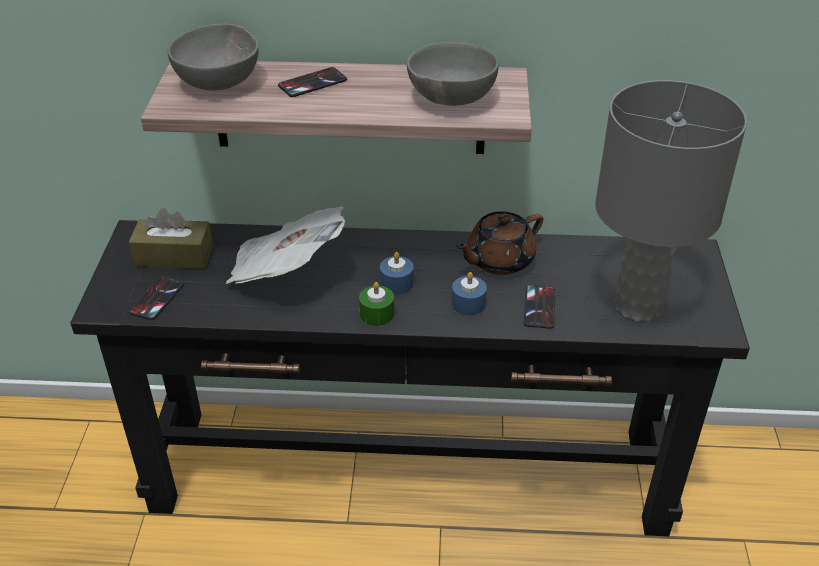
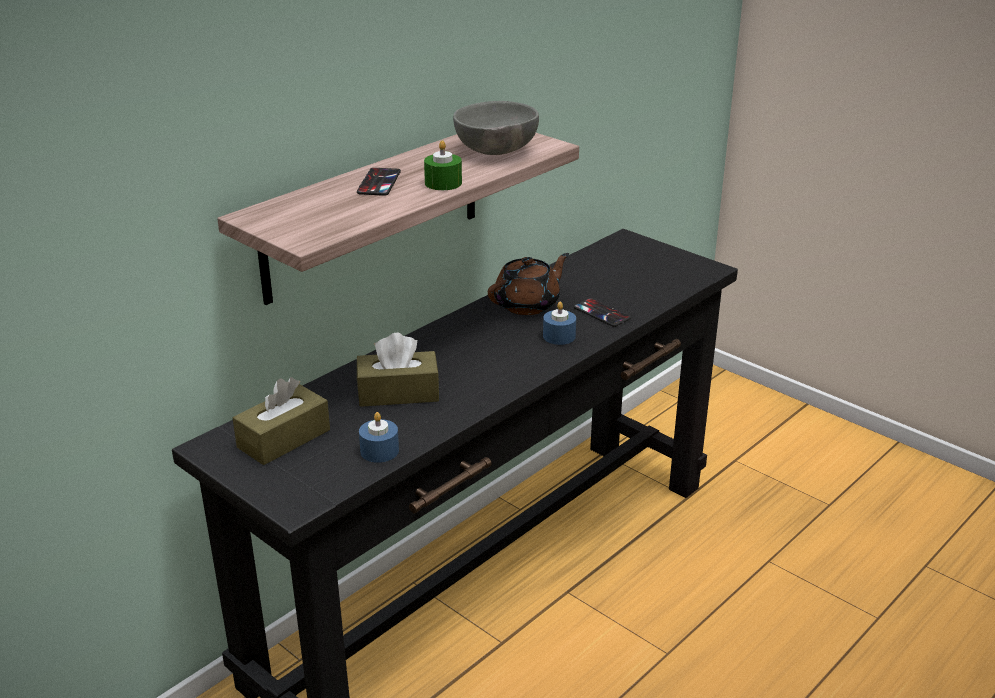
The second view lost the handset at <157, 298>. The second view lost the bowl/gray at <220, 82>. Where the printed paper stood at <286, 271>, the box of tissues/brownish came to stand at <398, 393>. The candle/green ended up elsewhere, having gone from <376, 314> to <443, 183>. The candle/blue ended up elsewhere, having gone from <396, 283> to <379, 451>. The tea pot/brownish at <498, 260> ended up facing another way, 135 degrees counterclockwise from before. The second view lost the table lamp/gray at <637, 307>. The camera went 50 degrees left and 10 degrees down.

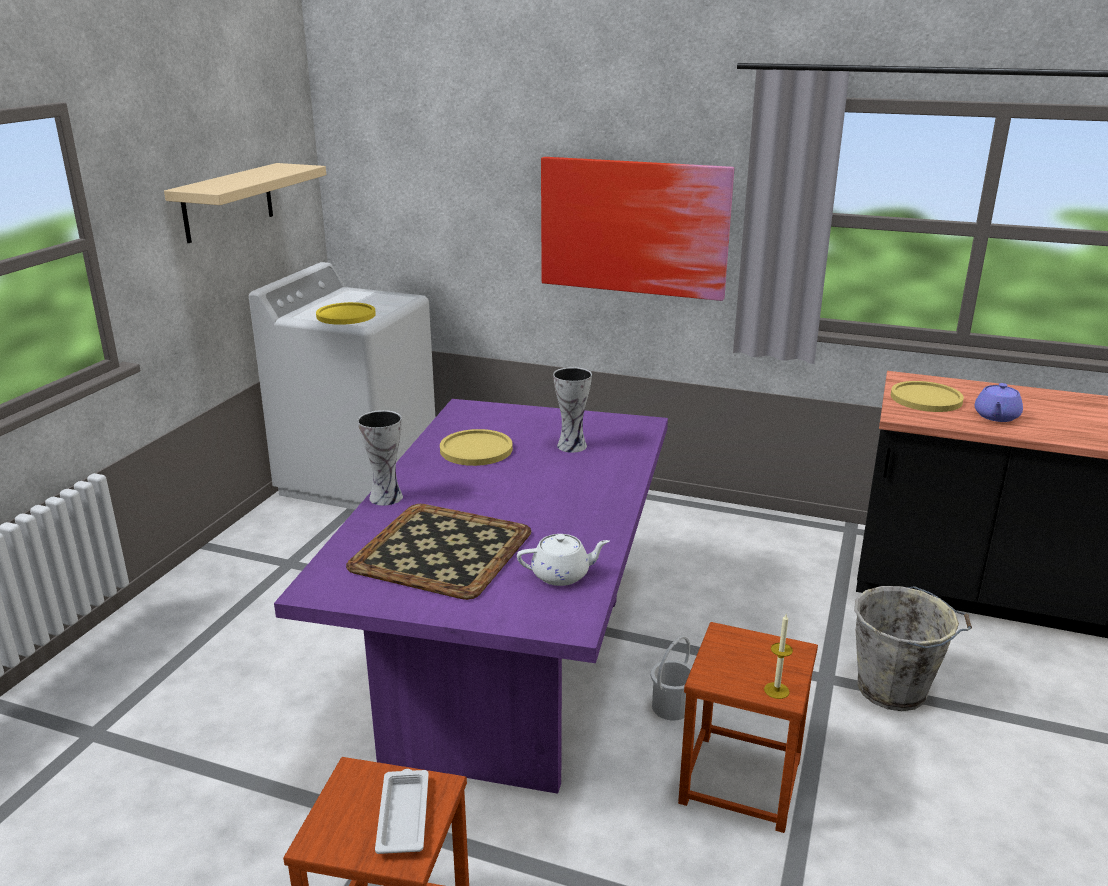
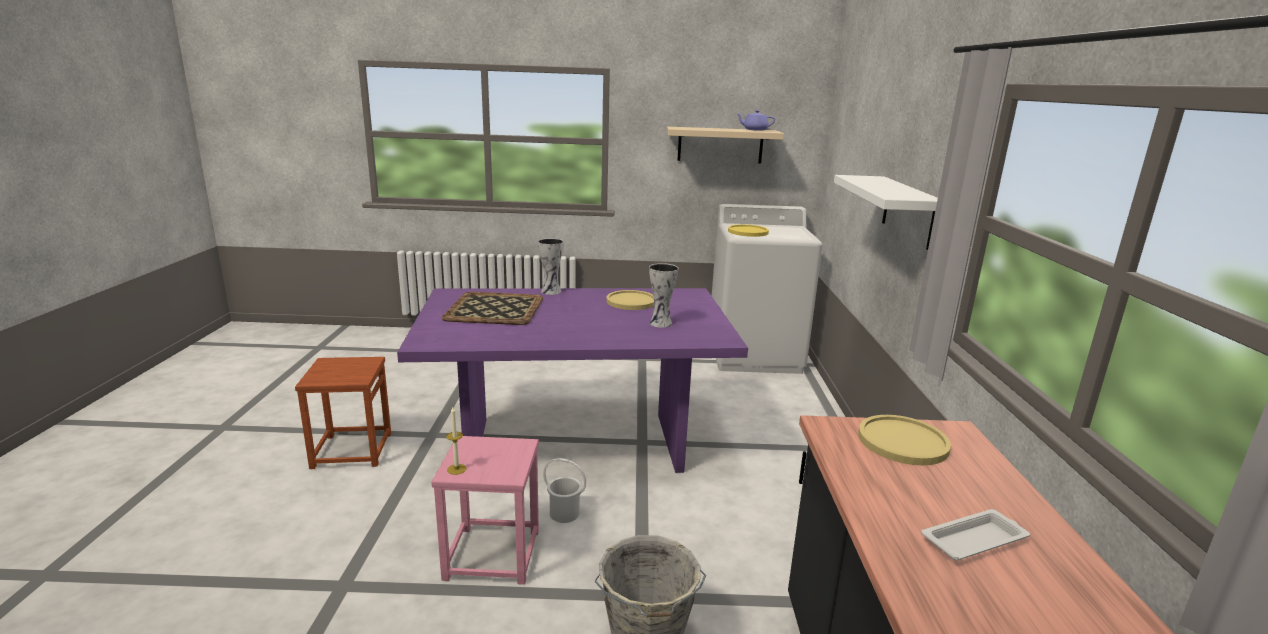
The tray/whitish ended up elsewhere, having gone from <403, 815> to <975, 540>. The second view lost the tea pot/whitish at <562, 575>. Where the picture hung at <634, 227>, the bracket shelf/whitish came to hang at <908, 211>. What was the stool seat/brownish at <741, 781> turned into the stool seat/pink-coloured at <492, 555>. The tea pot/purple ended up elsewhere, having gone from <996, 417> to <754, 130>. The camera went 70 degrees right and 5 degrees down.

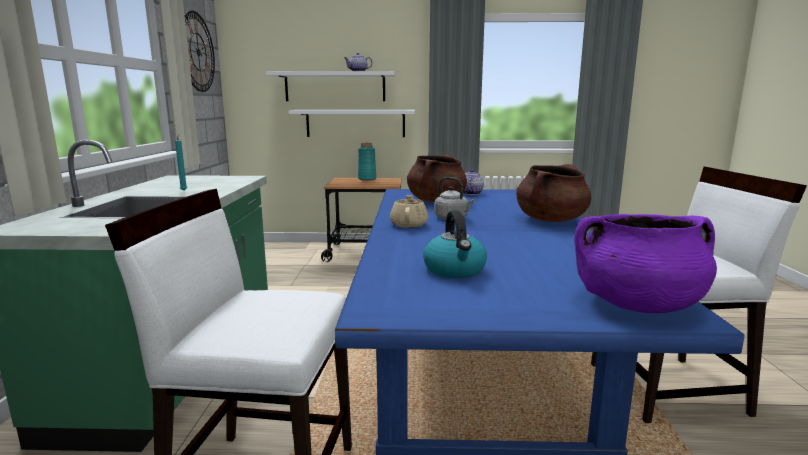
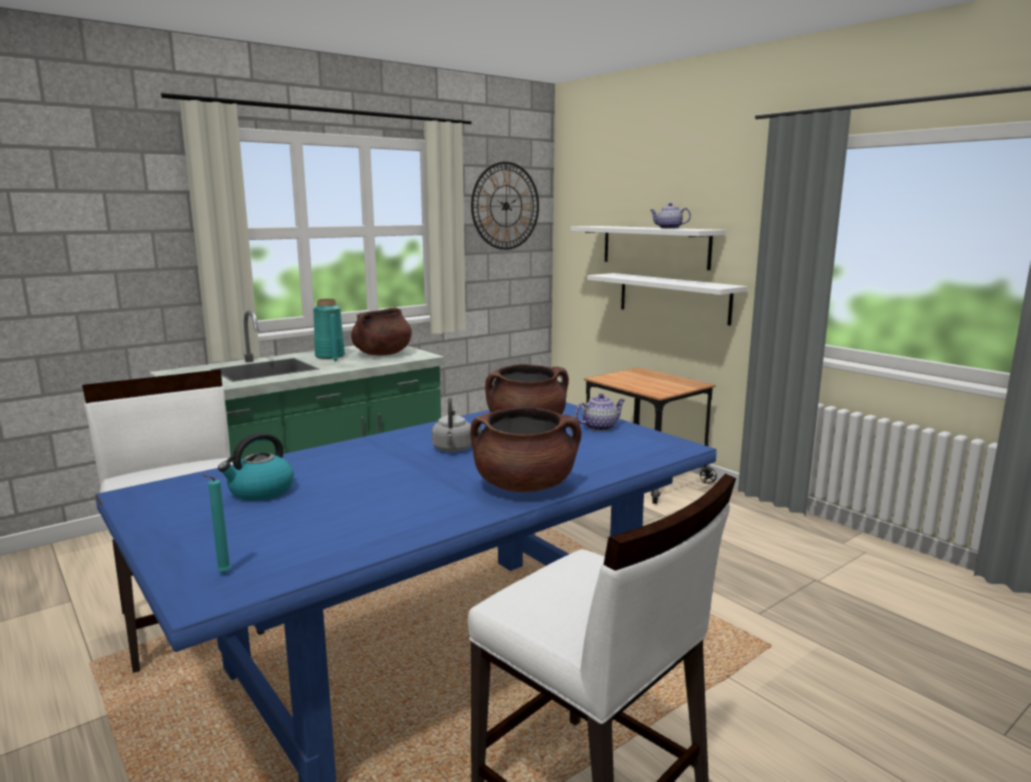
The vase/turquoise-coloured ended up elsewhere, having gone from <367, 179> to <330, 356>. The second view lost the tea pot/beige at <409, 224>. Where the stockpot/purple stood at <636, 304>, the candle/turquoise-coloured came to stand at <222, 574>. The second view gained the stockpot/brownish at <382, 354>. The camera went 50 degrees right and 0 degrees up.

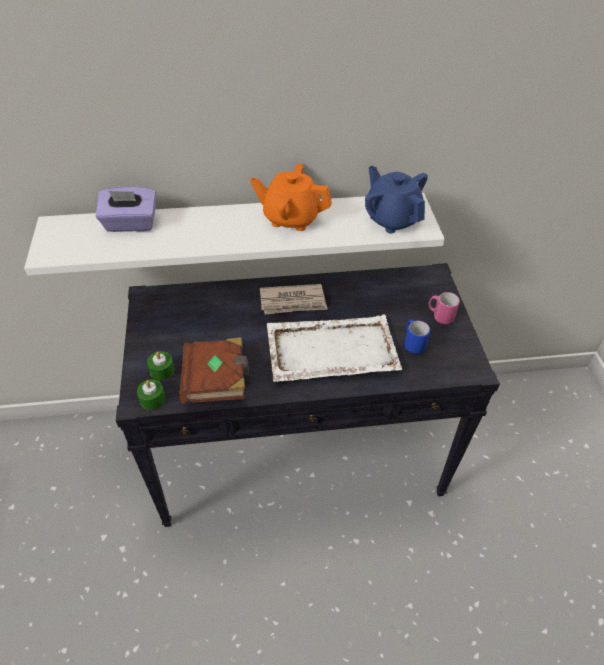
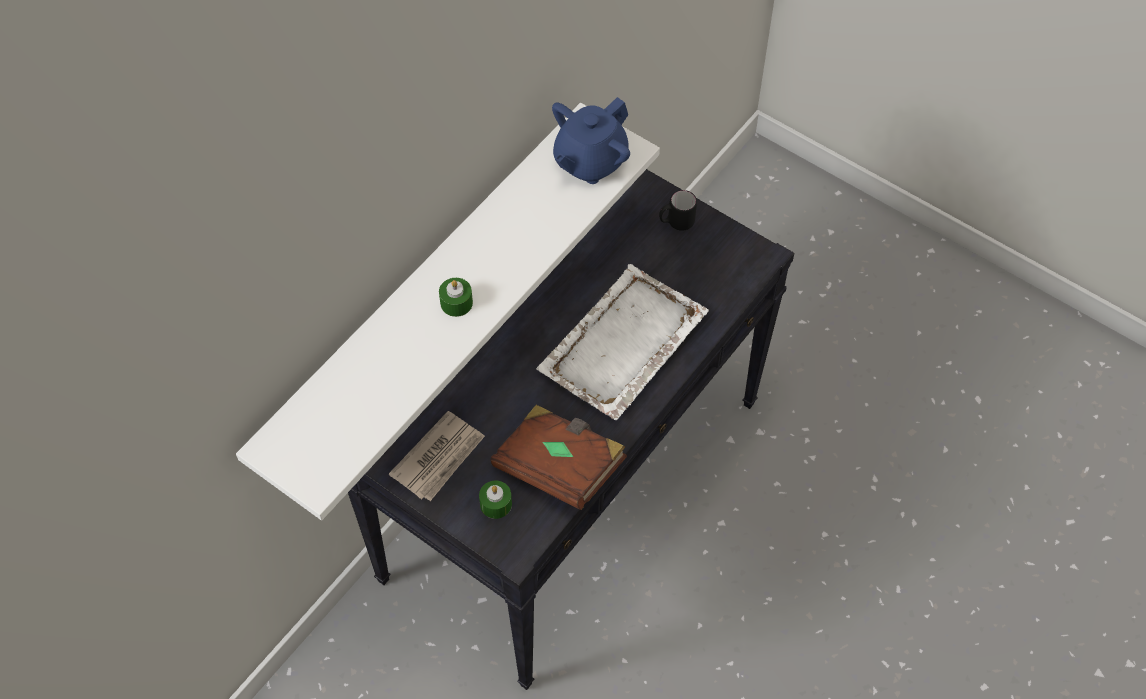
The second view lost the box of tissues/purple at <131, 224>. The candle/green ended up elsewhere, having gone from <152, 399> to <456, 303>. The second view lost the tea pot/orange-coloured at <291, 218>. The printed paper ended up elsewhere, having gone from <293, 302> to <439, 458>. The tea pot/blue at <392, 219> ended up facing another way, 60 degrees counterclockwise from before. The second view lost the coffee mug/blue at <412, 343>. What was the coffee mug/pink-coloured at <440, 316> turned into the coffee mug/black-coloured at <676, 222>. The camera went 45 degrees left and 10 degrees up.

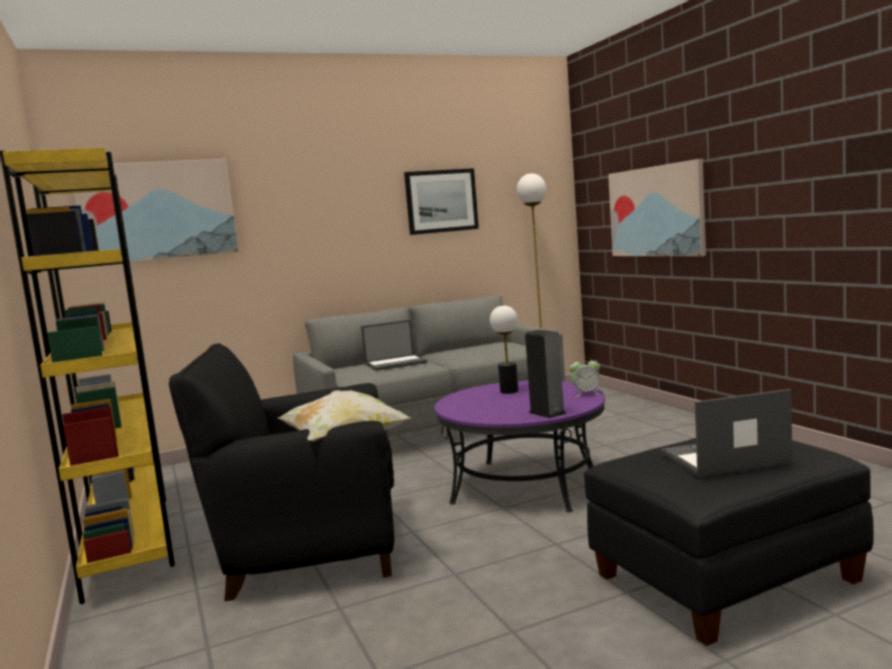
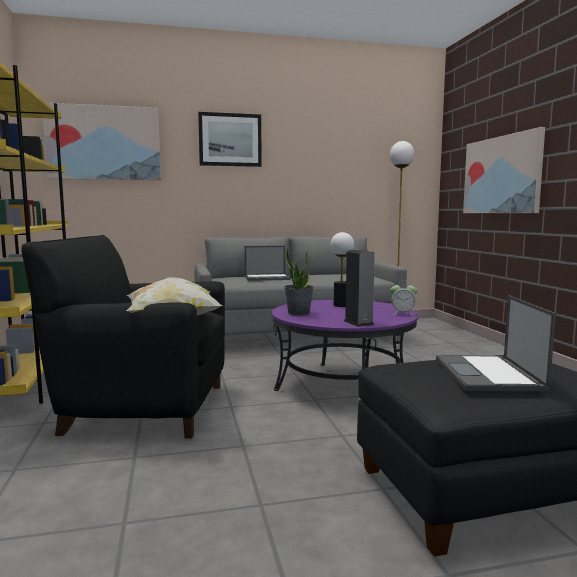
The picture ended up elsewhere, having gone from <441, 201> to <230, 140>. The laptop at <722, 458> ended up facing another way, 90 degrees counterclockwise from before. The second view gained the potted plant at <298, 313>. The camera went 10 degrees right and 0 degrees up.

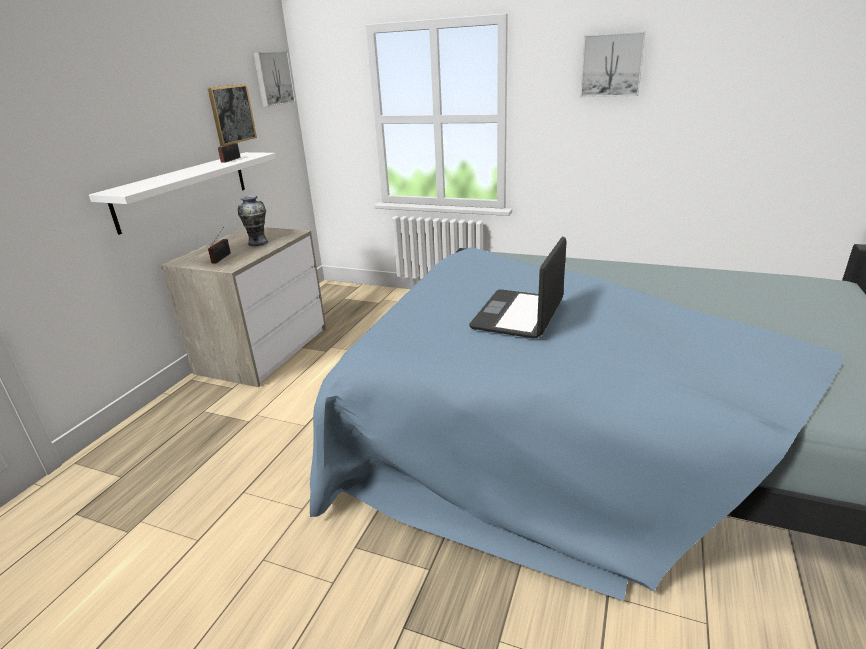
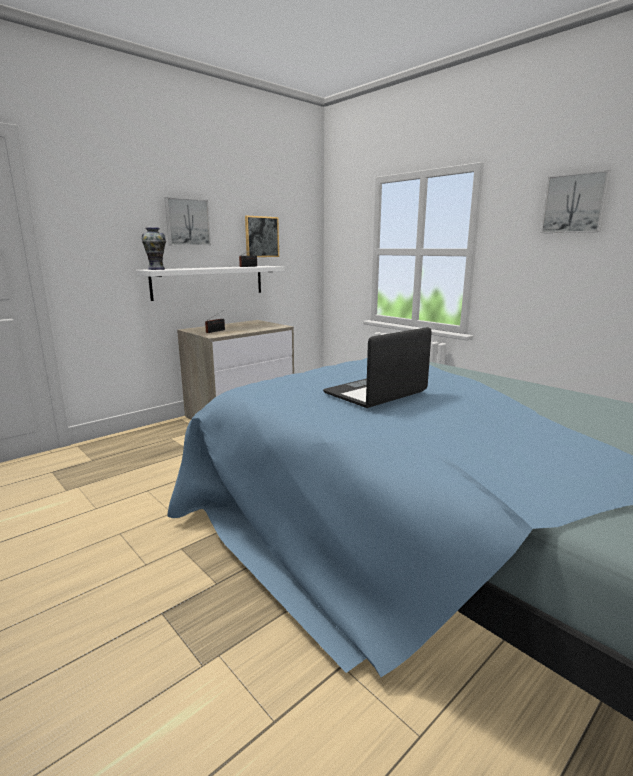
The vase ended up elsewhere, having gone from <258, 243> to <156, 269>. The picture ended up elsewhere, having gone from <273, 78> to <187, 222>. The camera went 25 degrees right and 10 degrees down.

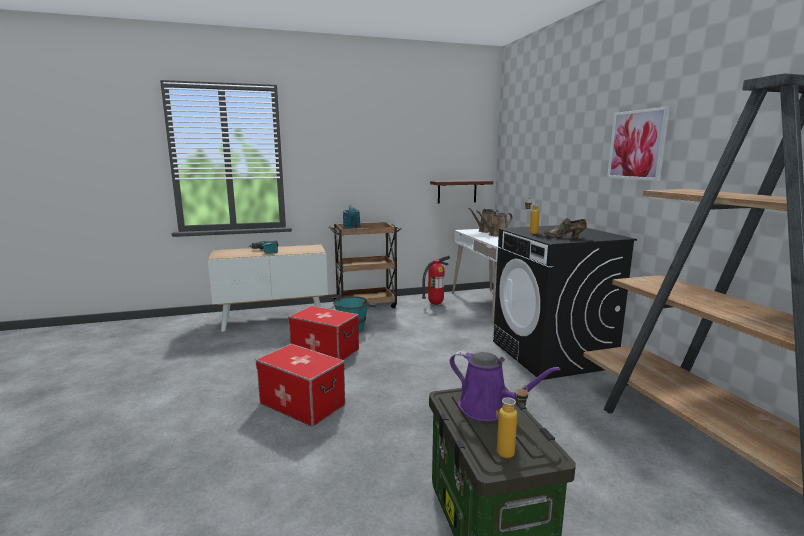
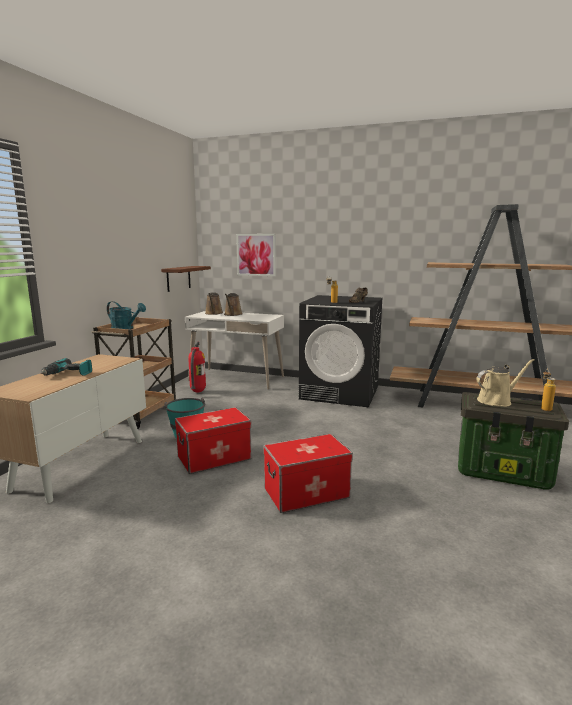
What was the watering pot/purple at <488, 409> turned into the watering pot/beige at <497, 401>. The picture ended up elsewhere, having gone from <637, 145> to <256, 255>. The camera went 55 degrees left and 0 degrees up.

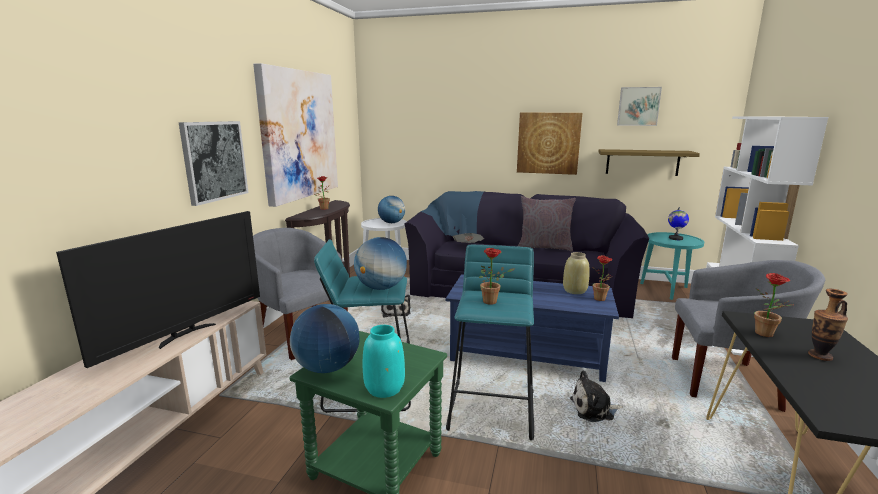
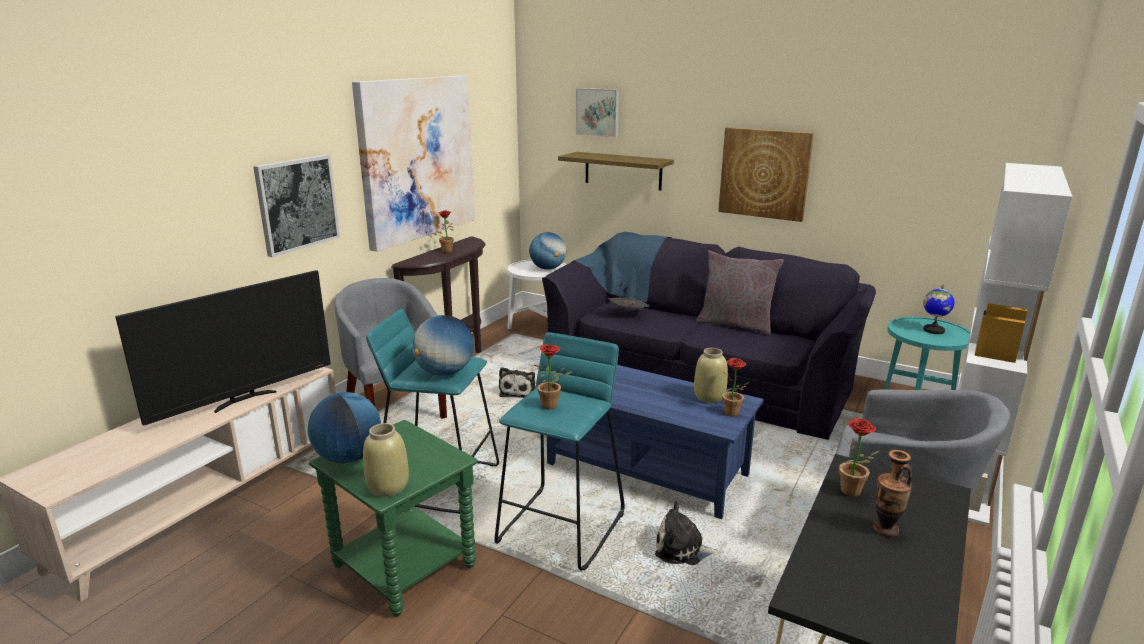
What was the vase/turquoise-coloured at <384, 388> turned into the vase/beige at <387, 488>. The bracket shelf ended up elsewhere, having gone from <642, 162> to <623, 171>. The picture ended up elsewhere, having gone from <638, 106> to <598, 112>. The camera went 15 degrees right and 5 degrees up.

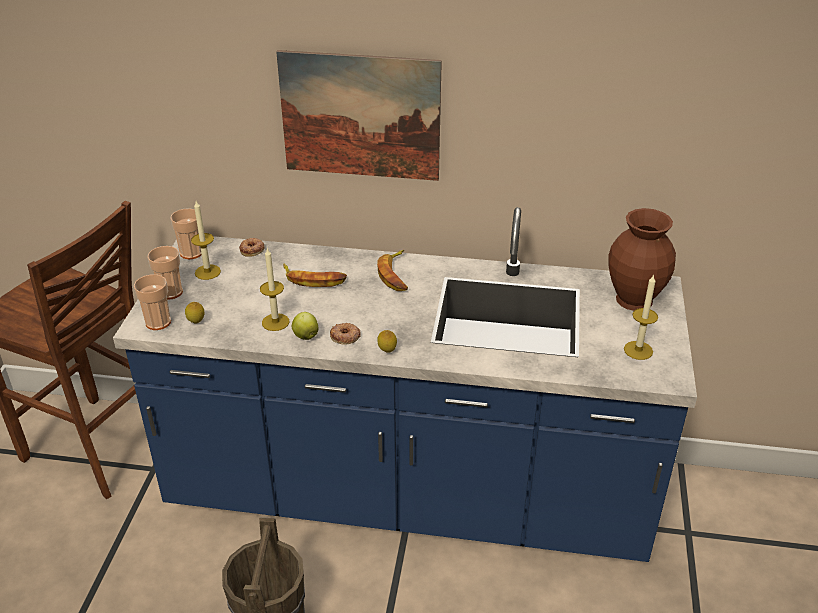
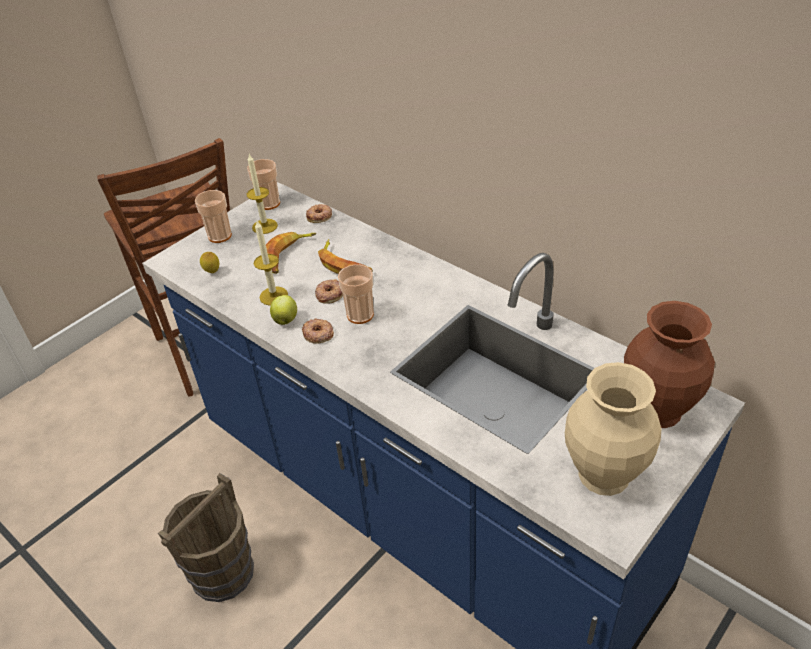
The cup ended up elsewhere, having gone from <158, 322> to <360, 315>. The second view lost the picture at <360, 116>. The banana fruit ended up elsewhere, having gone from <396, 275> to <287, 255>. The second view lost the whole lemon at <387, 351>. Where the candle stood at <638, 350>, the vase/beige came to stand at <605, 476>. The second view gained the ring doughnut at <329, 294>. The camera went 35 degrees right and 5 degrees up.

